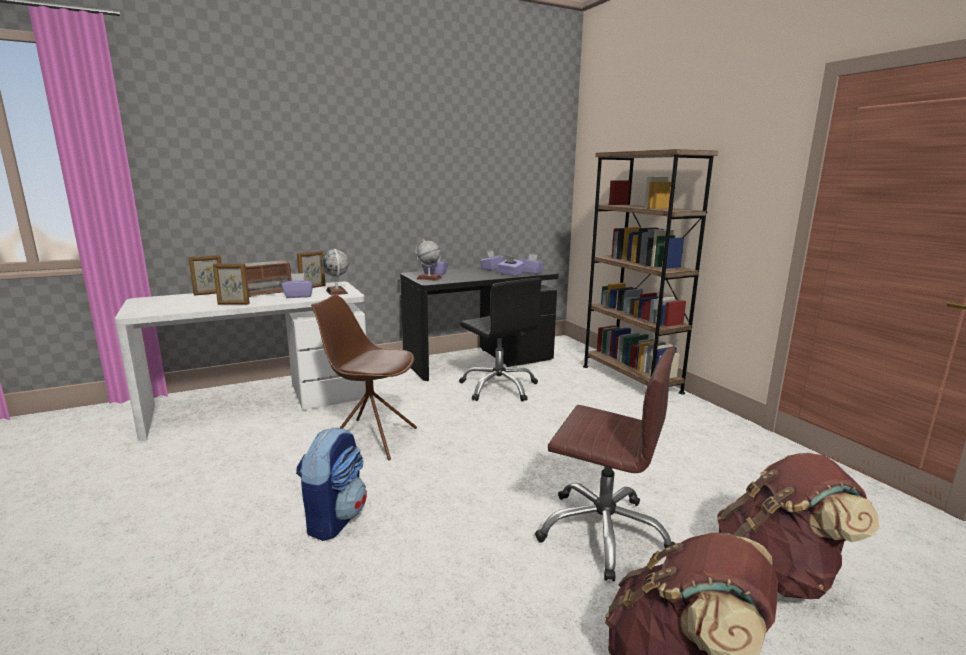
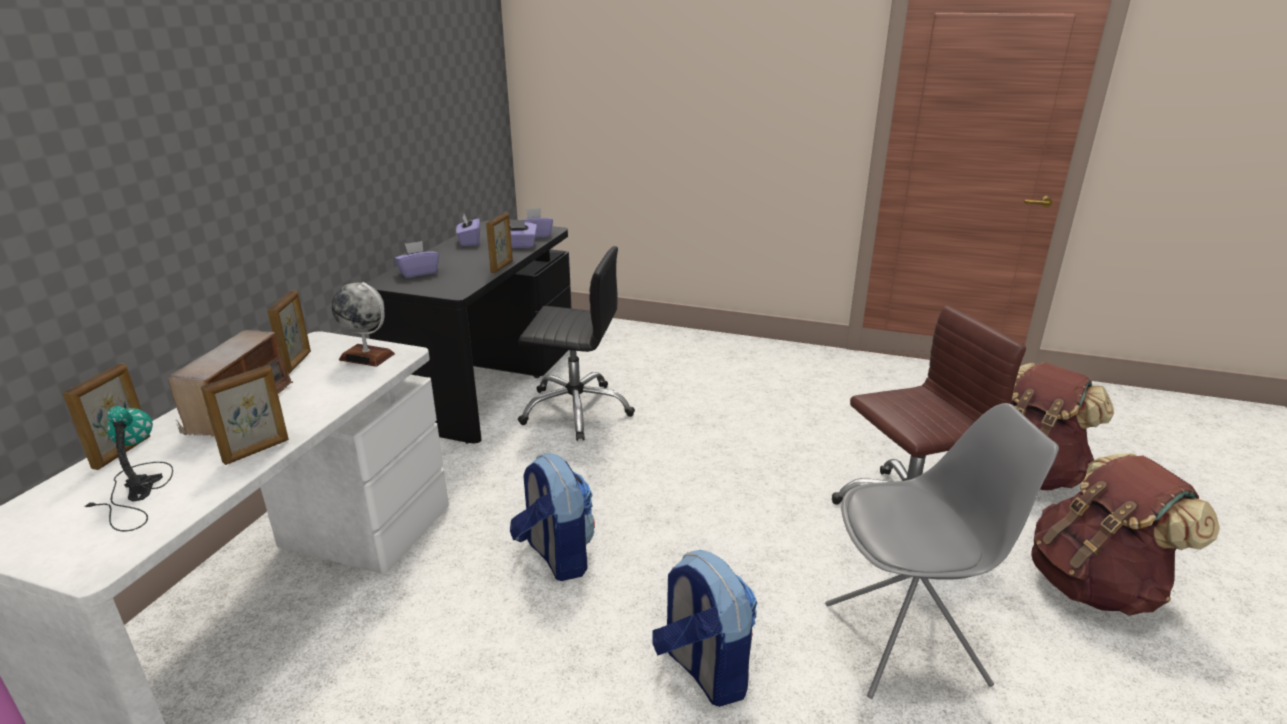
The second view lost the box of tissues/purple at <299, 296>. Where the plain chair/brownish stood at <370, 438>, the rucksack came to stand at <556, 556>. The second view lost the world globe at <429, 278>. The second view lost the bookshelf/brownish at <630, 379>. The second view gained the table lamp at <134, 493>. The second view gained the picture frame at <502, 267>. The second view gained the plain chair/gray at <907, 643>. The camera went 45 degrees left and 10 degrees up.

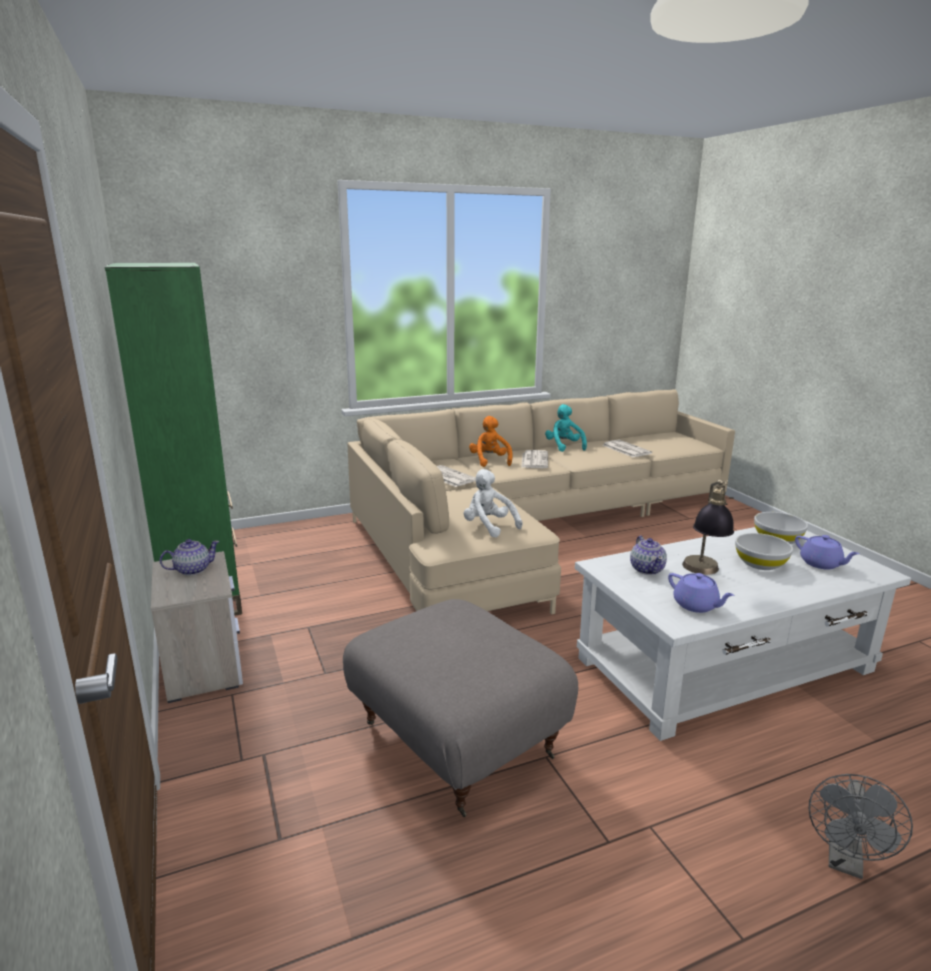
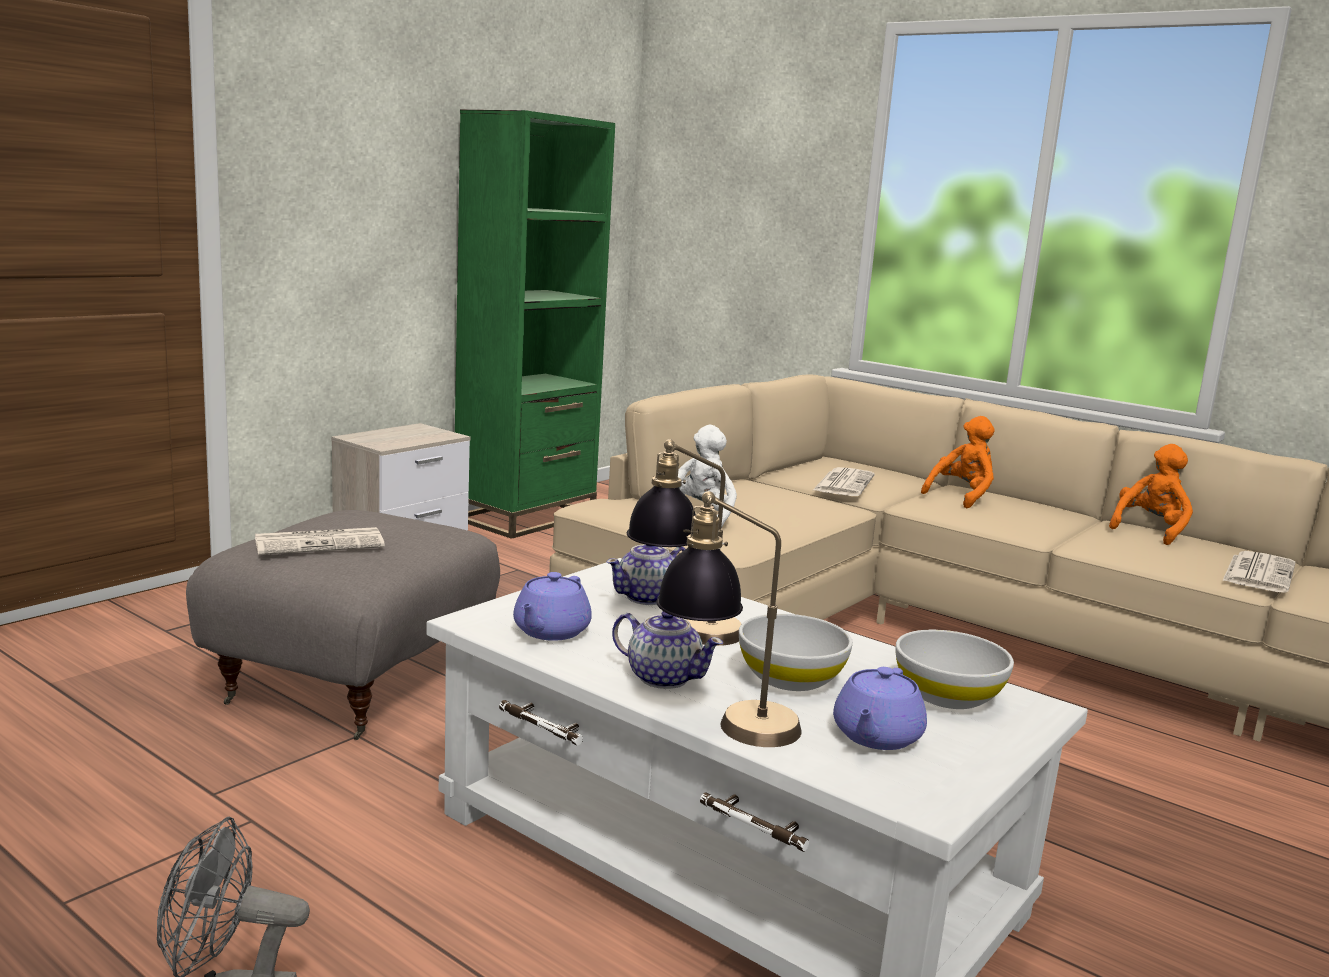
The tea pot ended up elsewhere, having gone from <192, 570> to <663, 677>. The printed paper ended up elsewhere, having gone from <534, 460> to <321, 543>. What was the cuddly toy/turquoise-coloured at <564, 446> turned into the cuddly toy/orange-coloured at <1150, 530>. The second view gained the table lamp at <724, 725>. The camera went 60 degrees right and 5 degrees down.

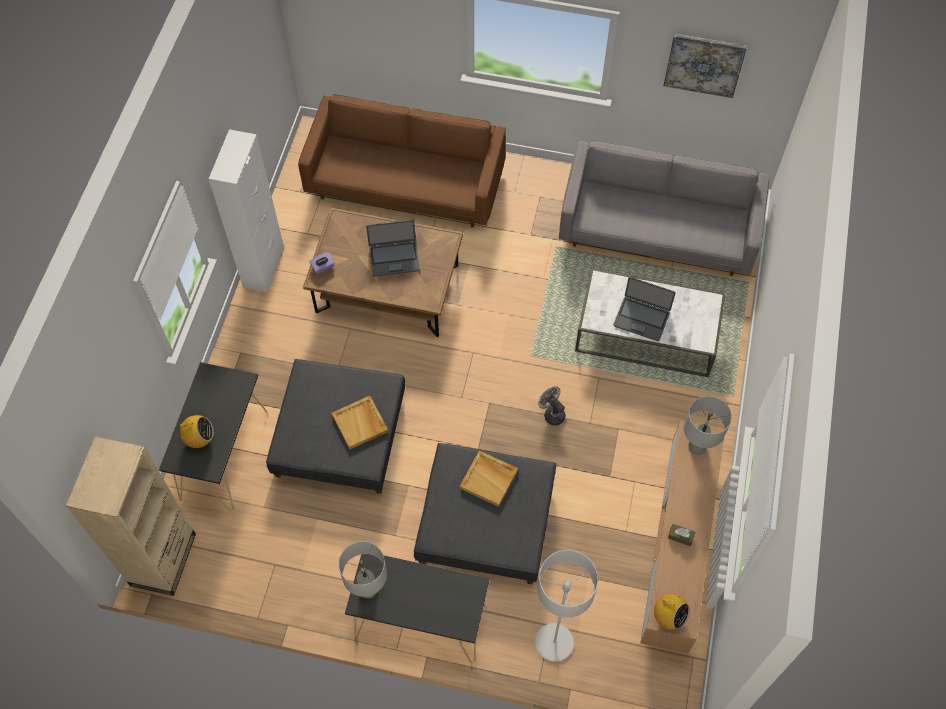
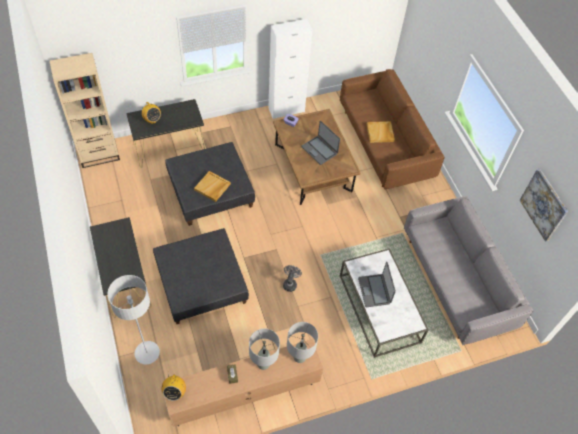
The table lamp/gray ended up elsewhere, having gone from <368, 589> to <263, 364>. The tray/beige ended up elsewhere, having gone from <489, 479> to <380, 133>. The camera went 55 degrees right and 5 degrees down.

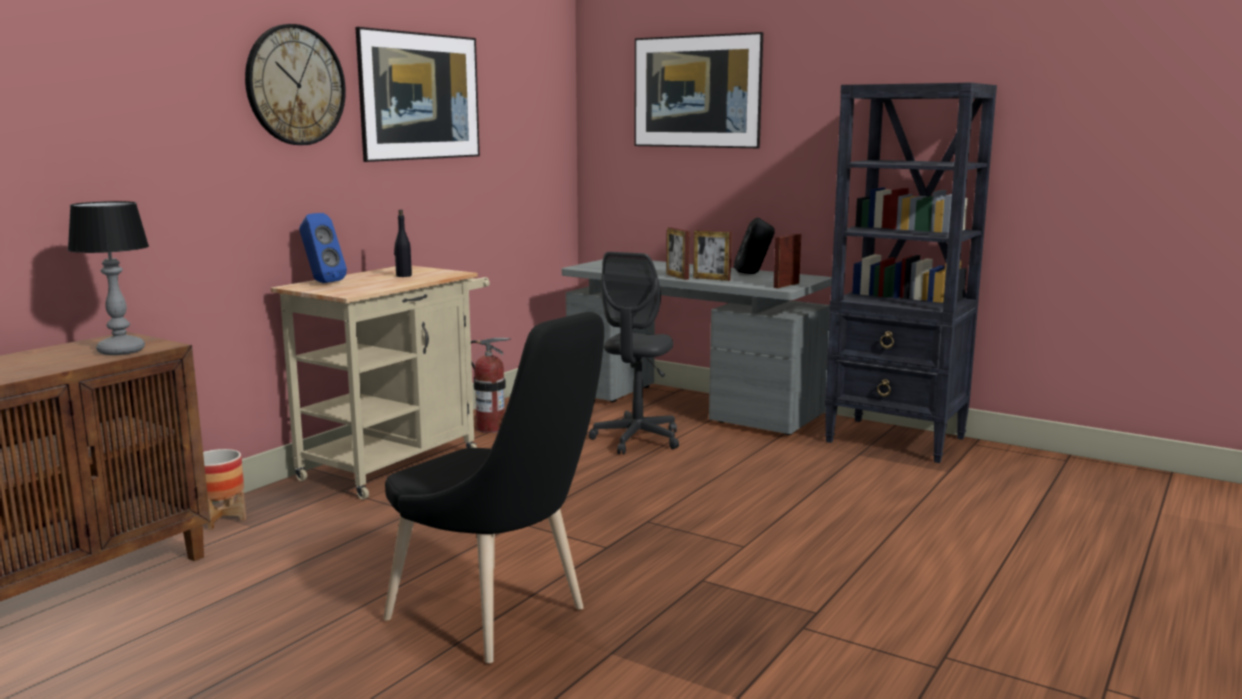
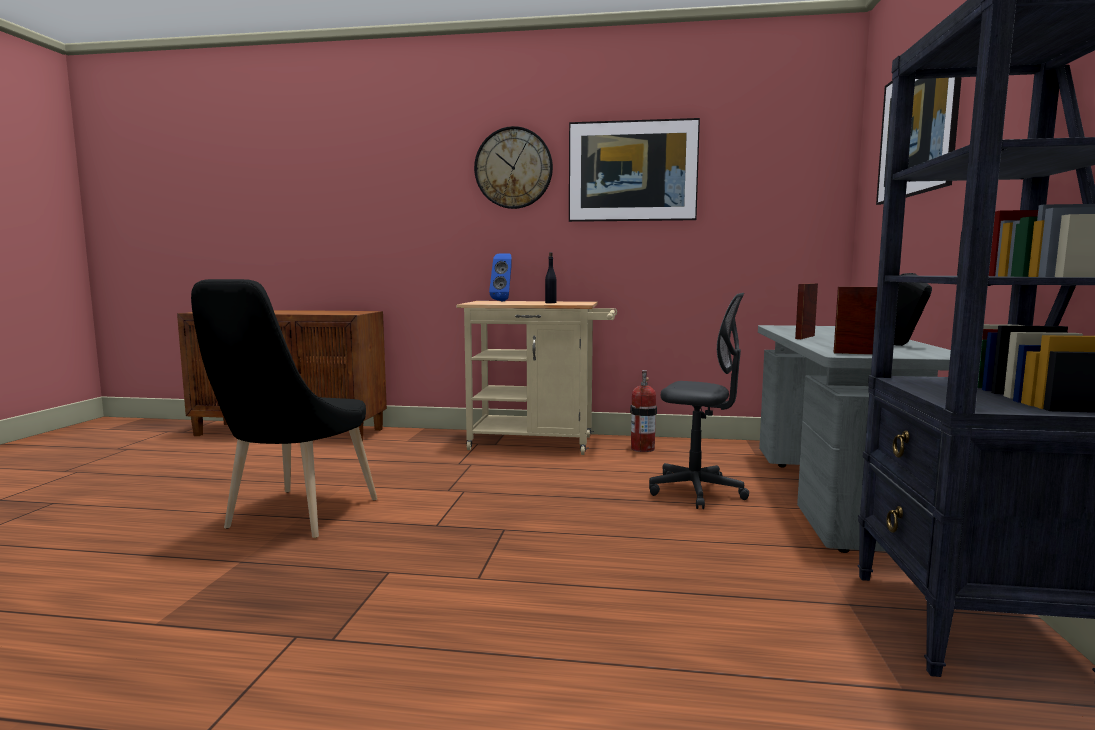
The second view lost the table lamp at <120, 351>. The second view lost the planter at <221, 519>. The computer chair/gray at <637, 440> ended up facing another way, 150 degrees counterclockwise from before. The second view lost the picture frame at <711, 279>. The camera went 65 degrees right and 5 degrees down.

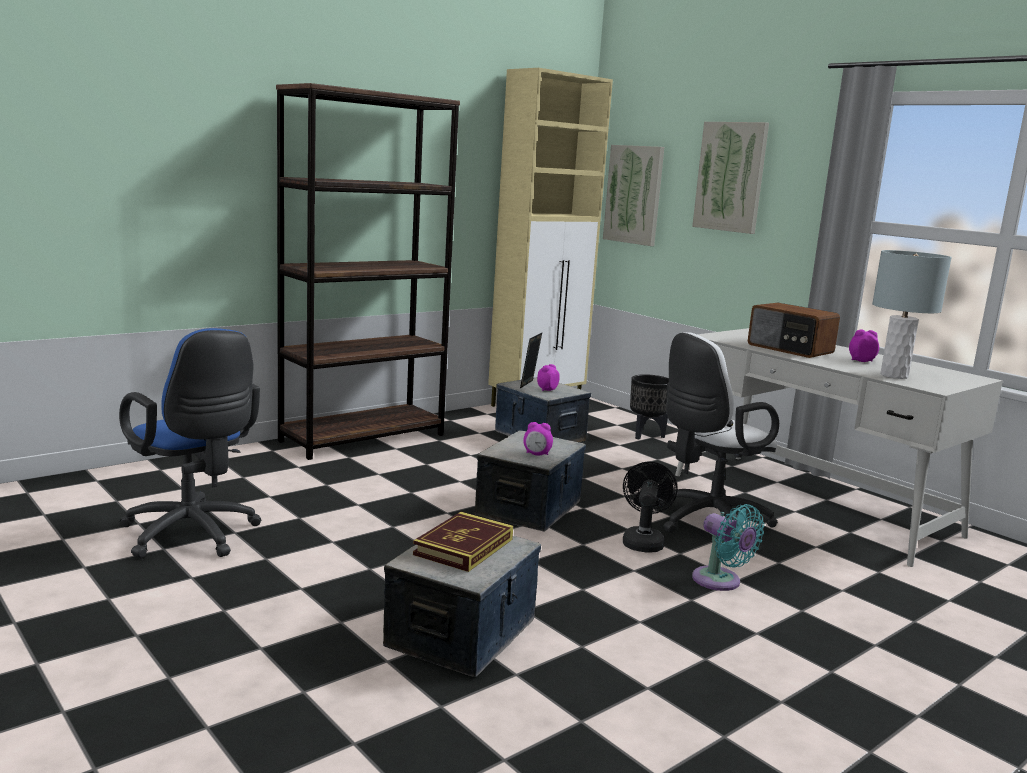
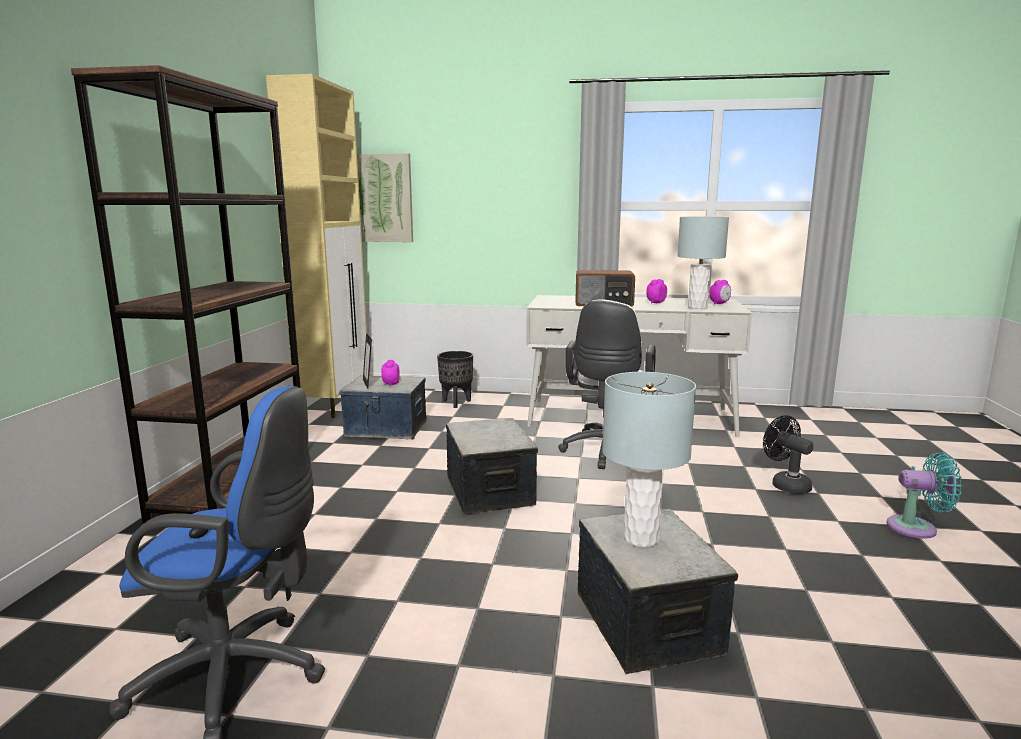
Where the book stood at <464, 547>, the table lamp/gray came to stand at <641, 539>. The table clock ended up elsewhere, having gone from <537, 454> to <719, 303>. The electric fan/black-coloured ended up elsewhere, having gone from <643, 541> to <785, 484>. The second view lost the picture at <731, 177>. The electric fan/turquoise-coloured ended up elsewhere, having gone from <720, 582> to <917, 528>. The camera went 40 degrees left and 0 degrees up.

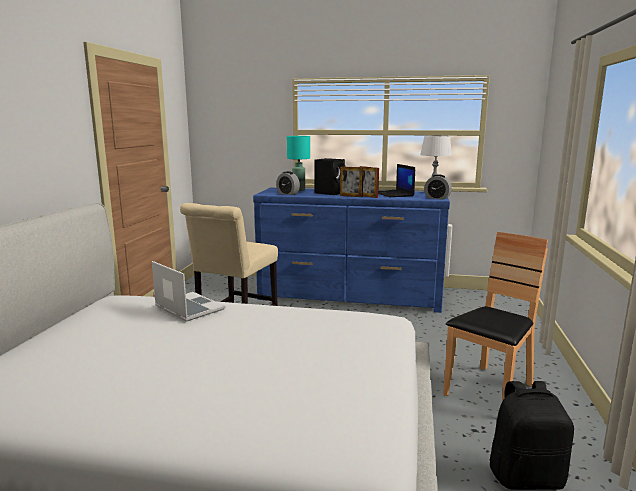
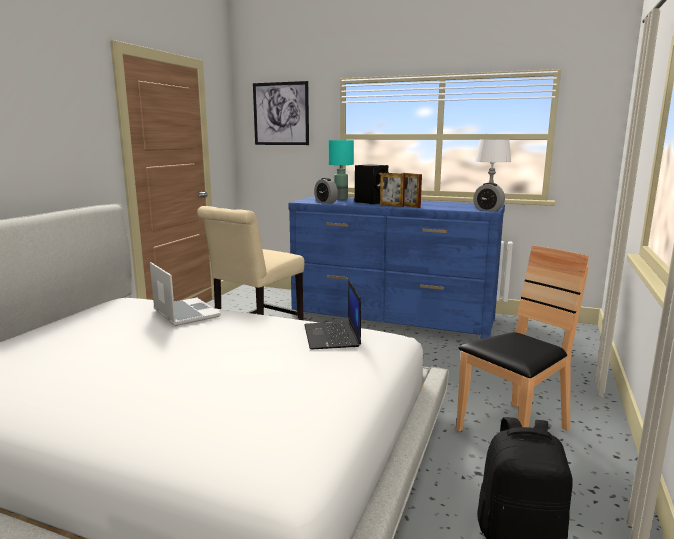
The laptop ended up elsewhere, having gone from <393, 194> to <332, 336>. The second view gained the picture at <281, 114>. The camera went 10 degrees right and 0 degrees up.

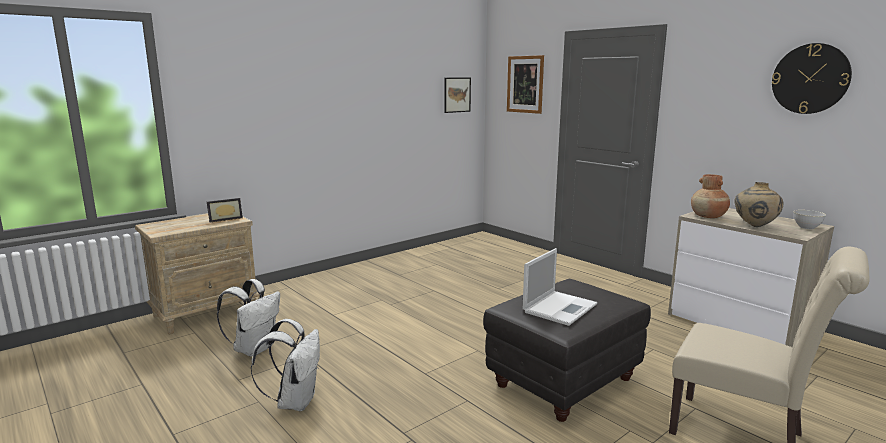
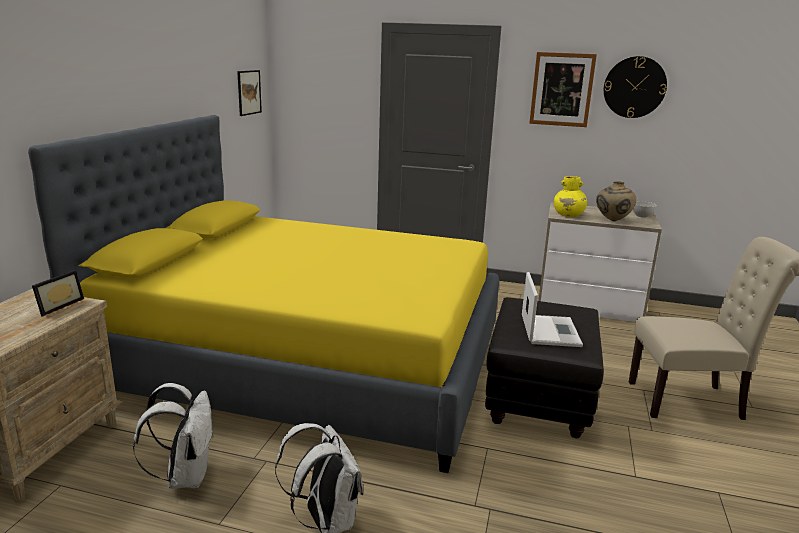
The picture ended up elsewhere, having gone from <525, 84> to <562, 89>. What was the vase/brownish at <708, 216> turned into the vase/yellow at <568, 215>. The second view gained the bed/yellow at <307, 361>. The camera went 35 degrees left and 5 degrees up.

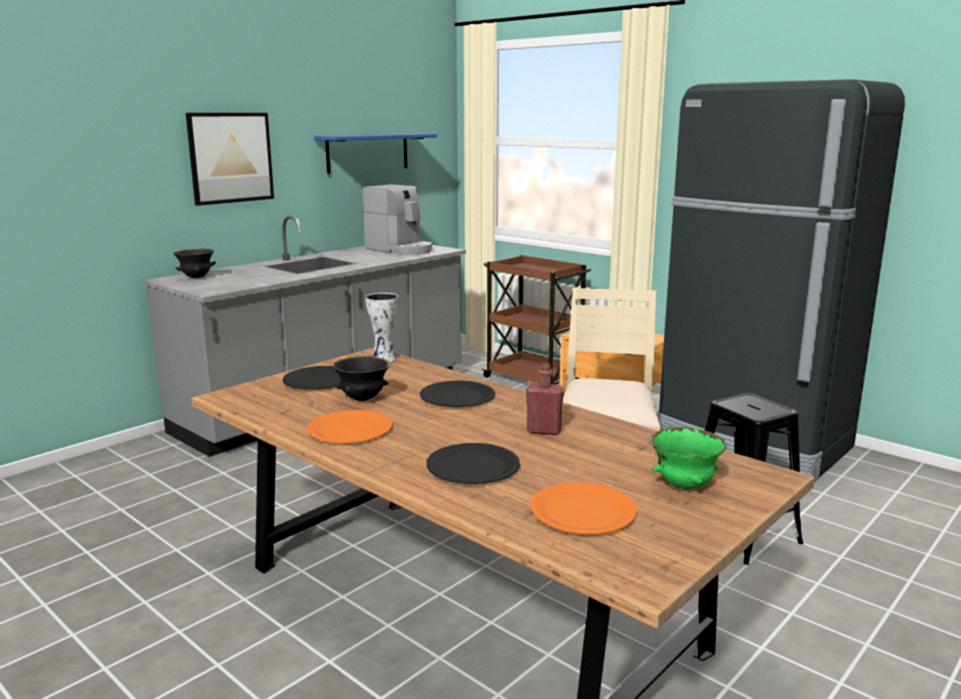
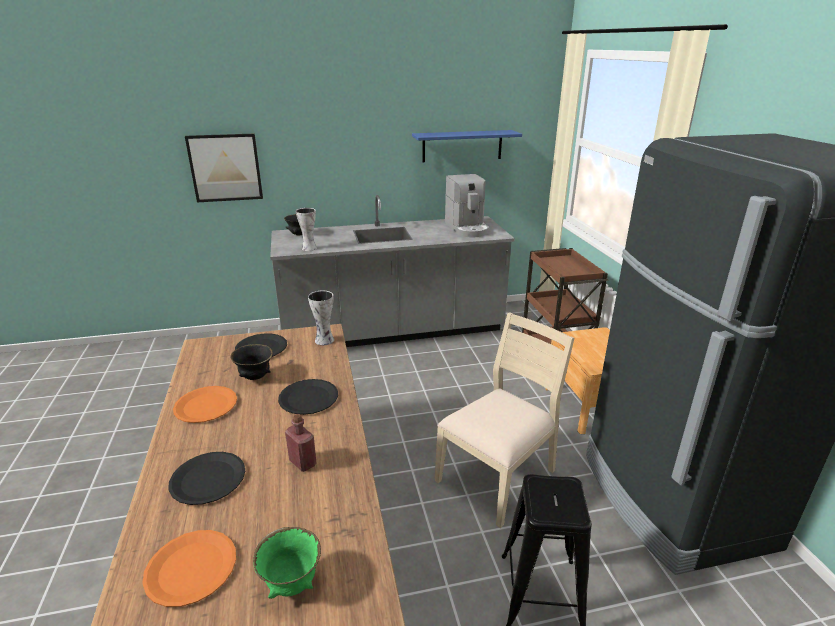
The picture ended up elsewhere, having gone from <230, 158> to <225, 168>. The second view gained the vase at <308, 248>. The camera went 35 degrees right and 10 degrees up.

